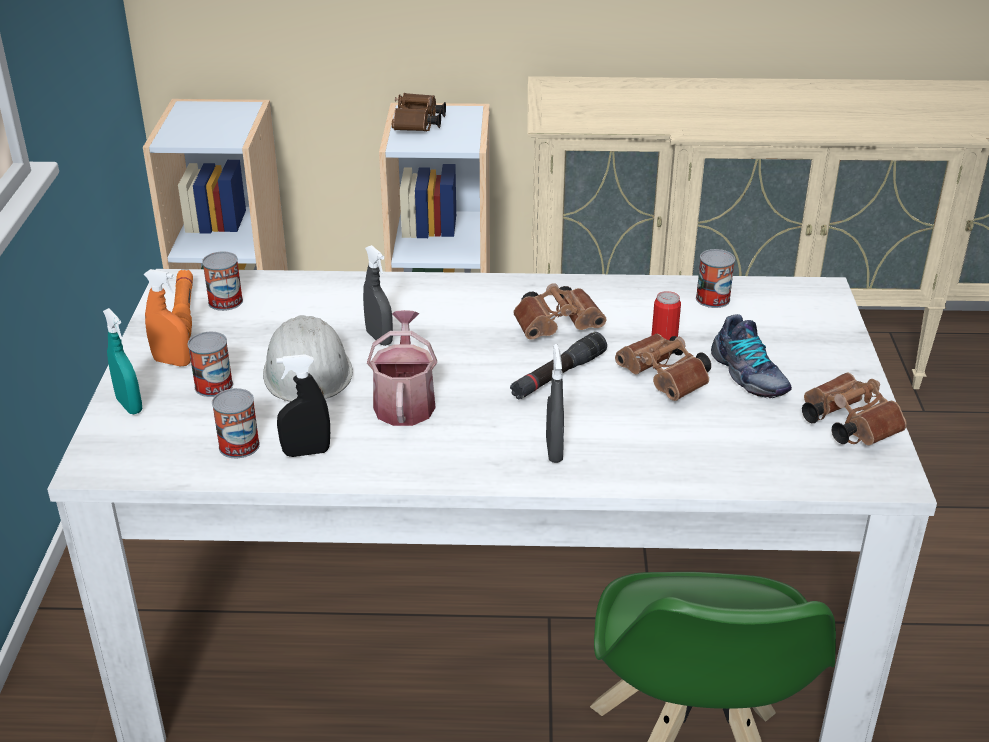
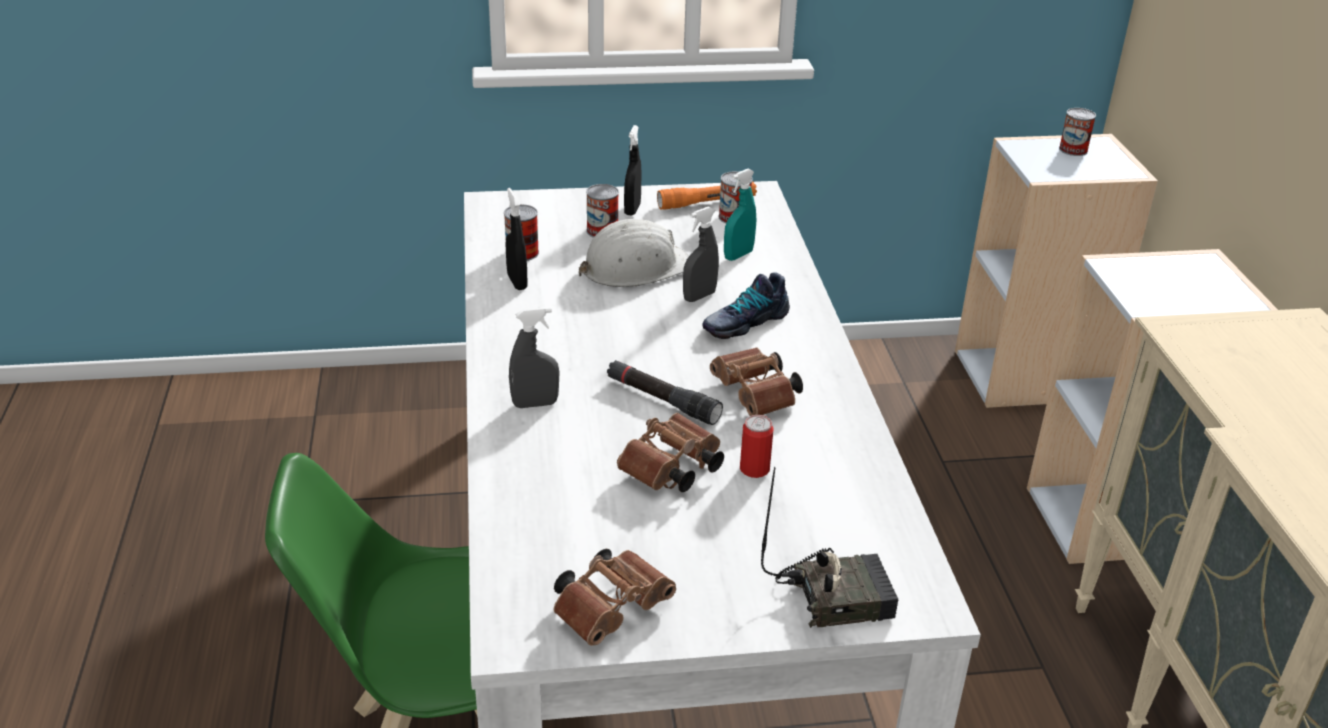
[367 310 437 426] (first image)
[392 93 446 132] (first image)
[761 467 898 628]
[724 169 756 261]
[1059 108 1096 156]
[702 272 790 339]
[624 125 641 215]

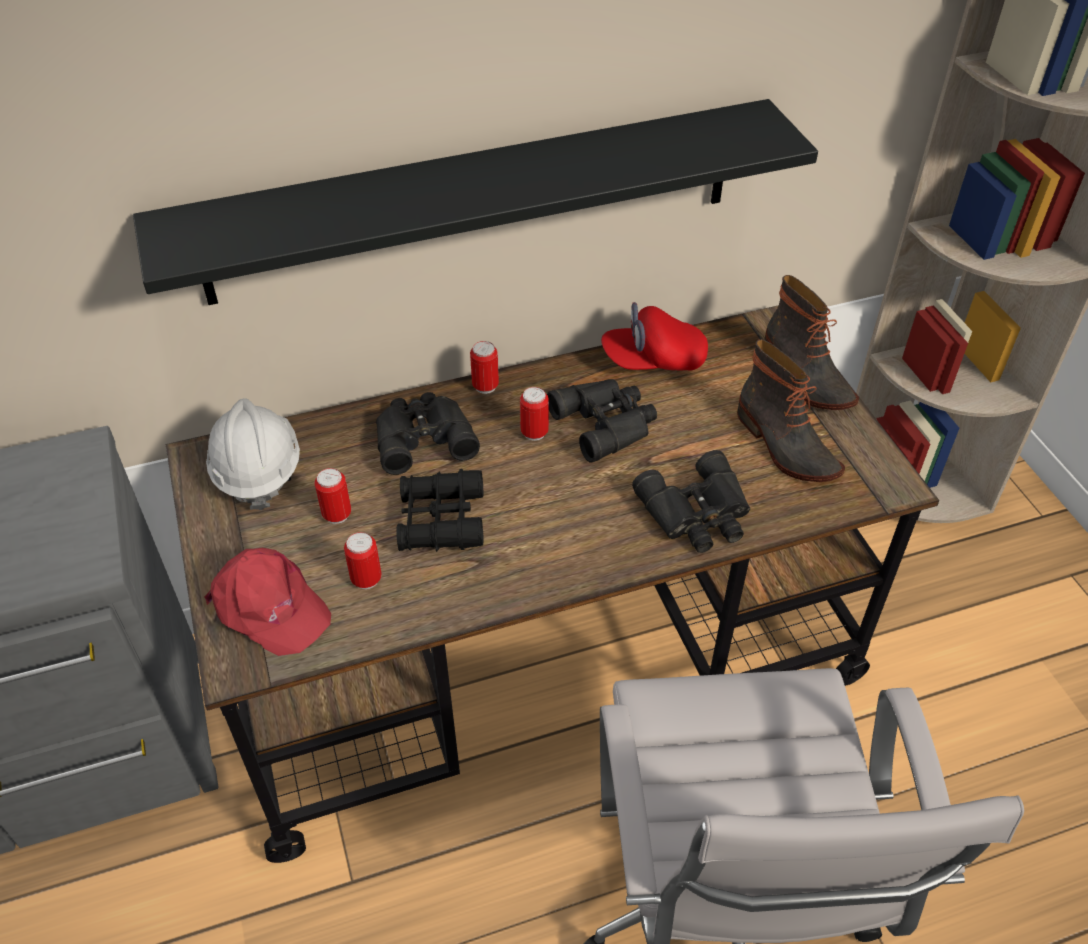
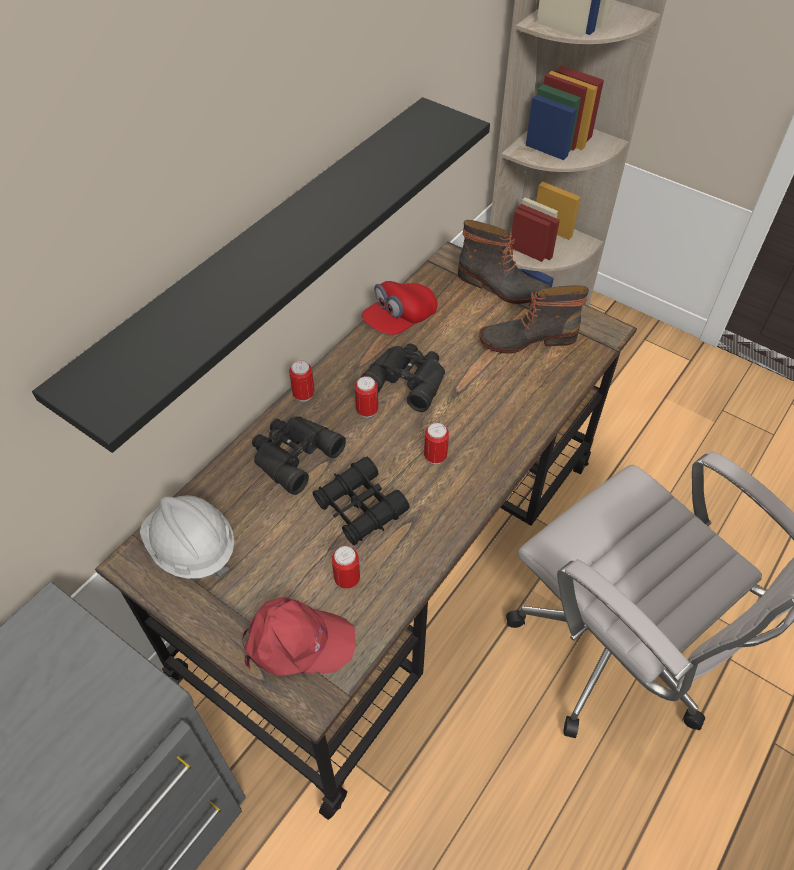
[632 450 750 553] (first image)
[424 422 449 464]
[479 285 589 354]

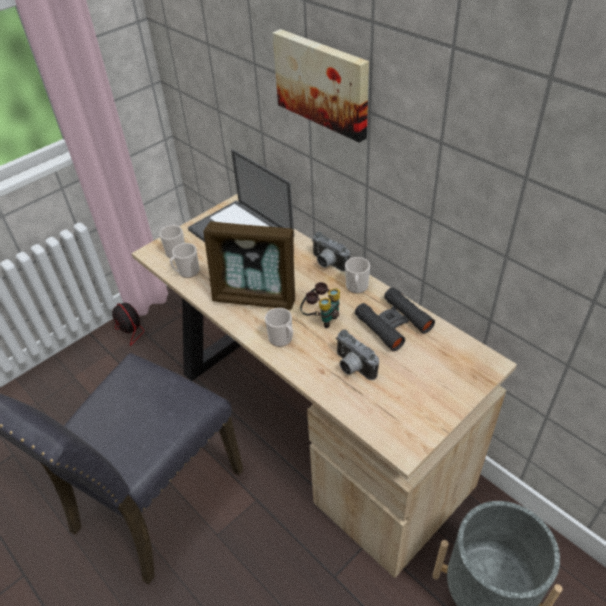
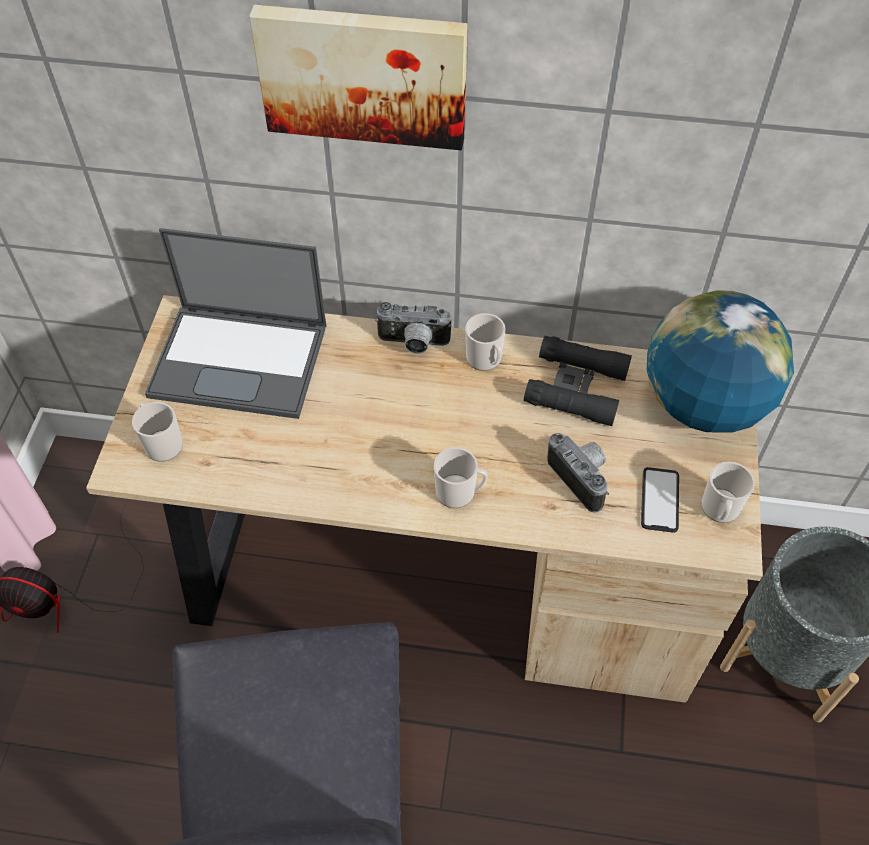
[203 221 295 310] (first image)
[300 282 340 328] (first image)
[641 467 679 533]
[647 290 794 433]
[701 462 755 523]
[547 433 609 513]

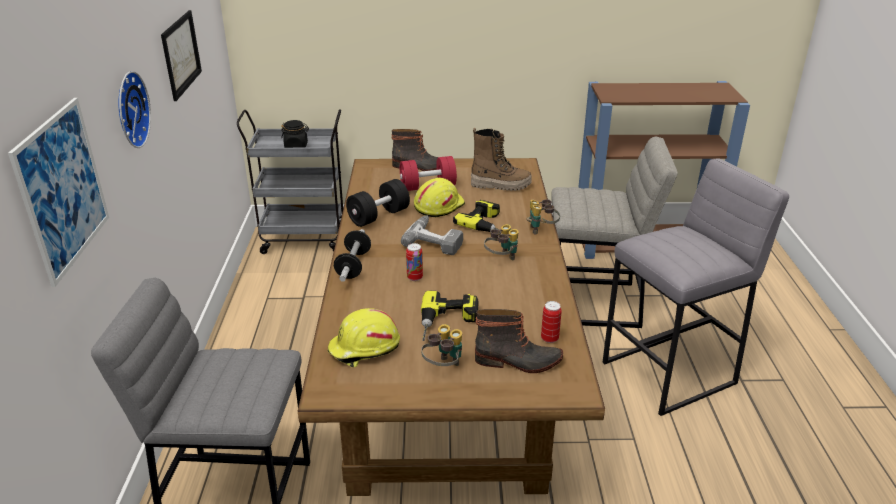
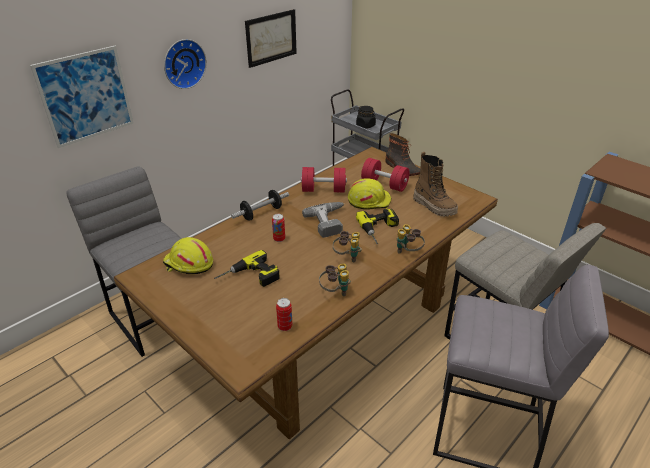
[475 309 563 373] (first image)
[319 263 351 296]
[301 167 347 193]

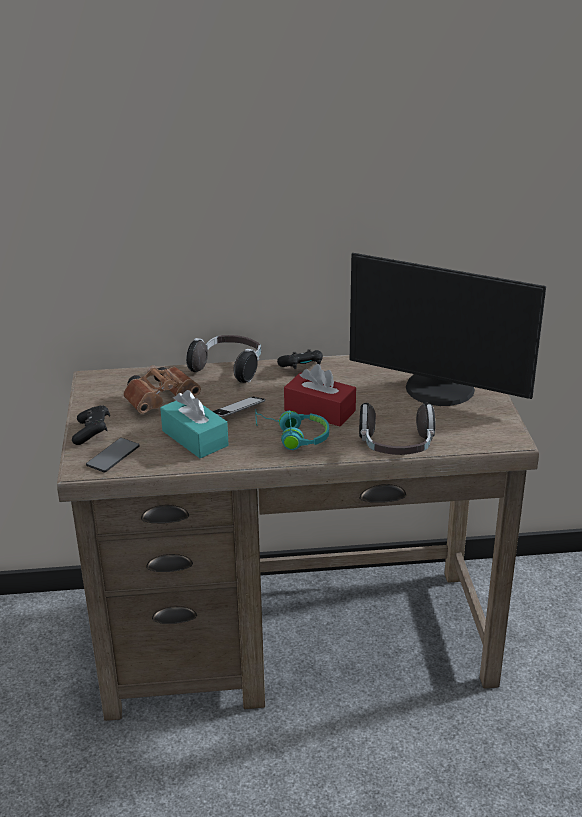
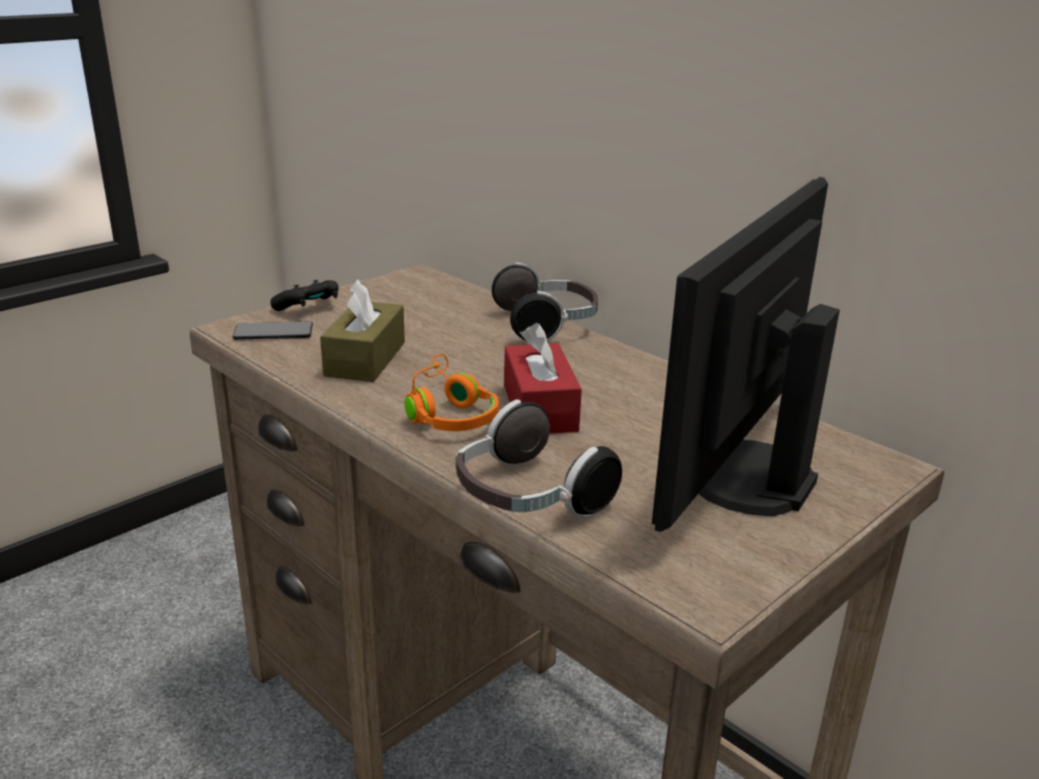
[123 365 201 414] (first image)
[213 397 265 417] (first image)
[277 349 323 369] (first image)
[320 279 405 382]
[405 354 499 431]
[652 177 840 532]

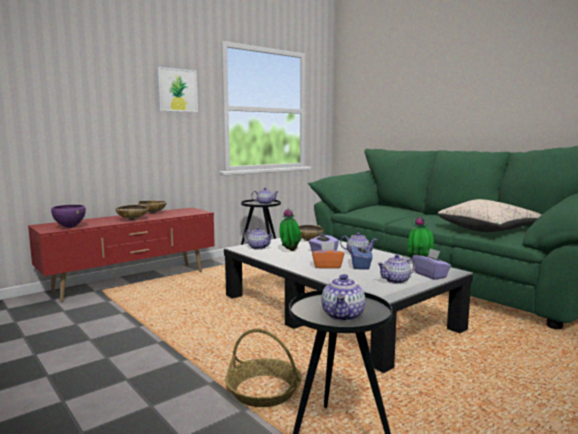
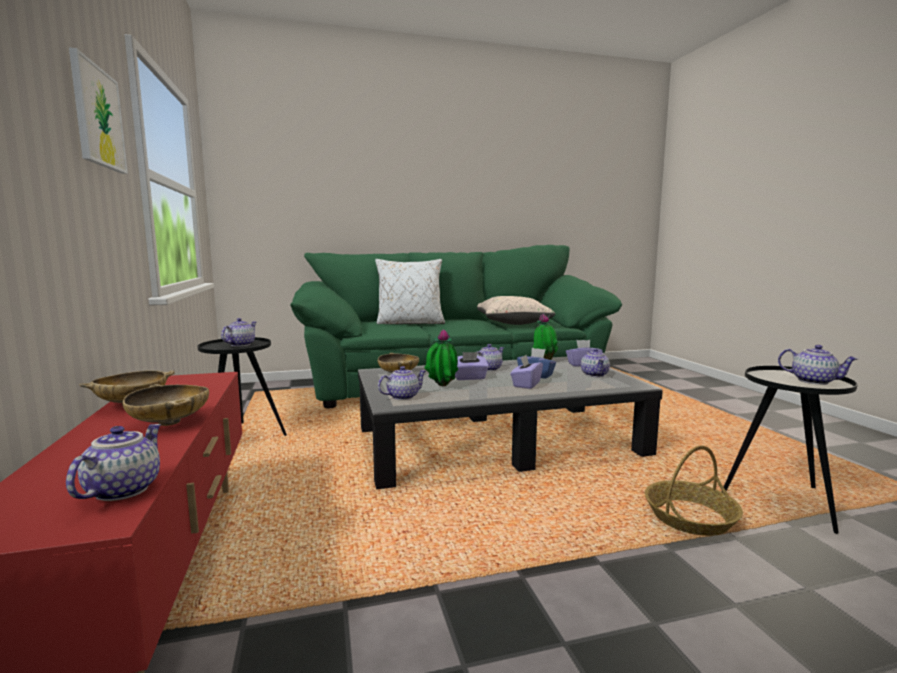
[375 259 445 324]
[66 424 161 501]
[510 354 543 389]

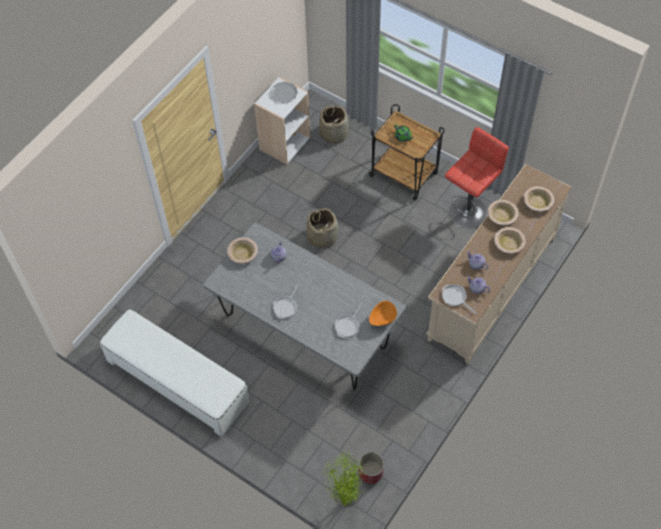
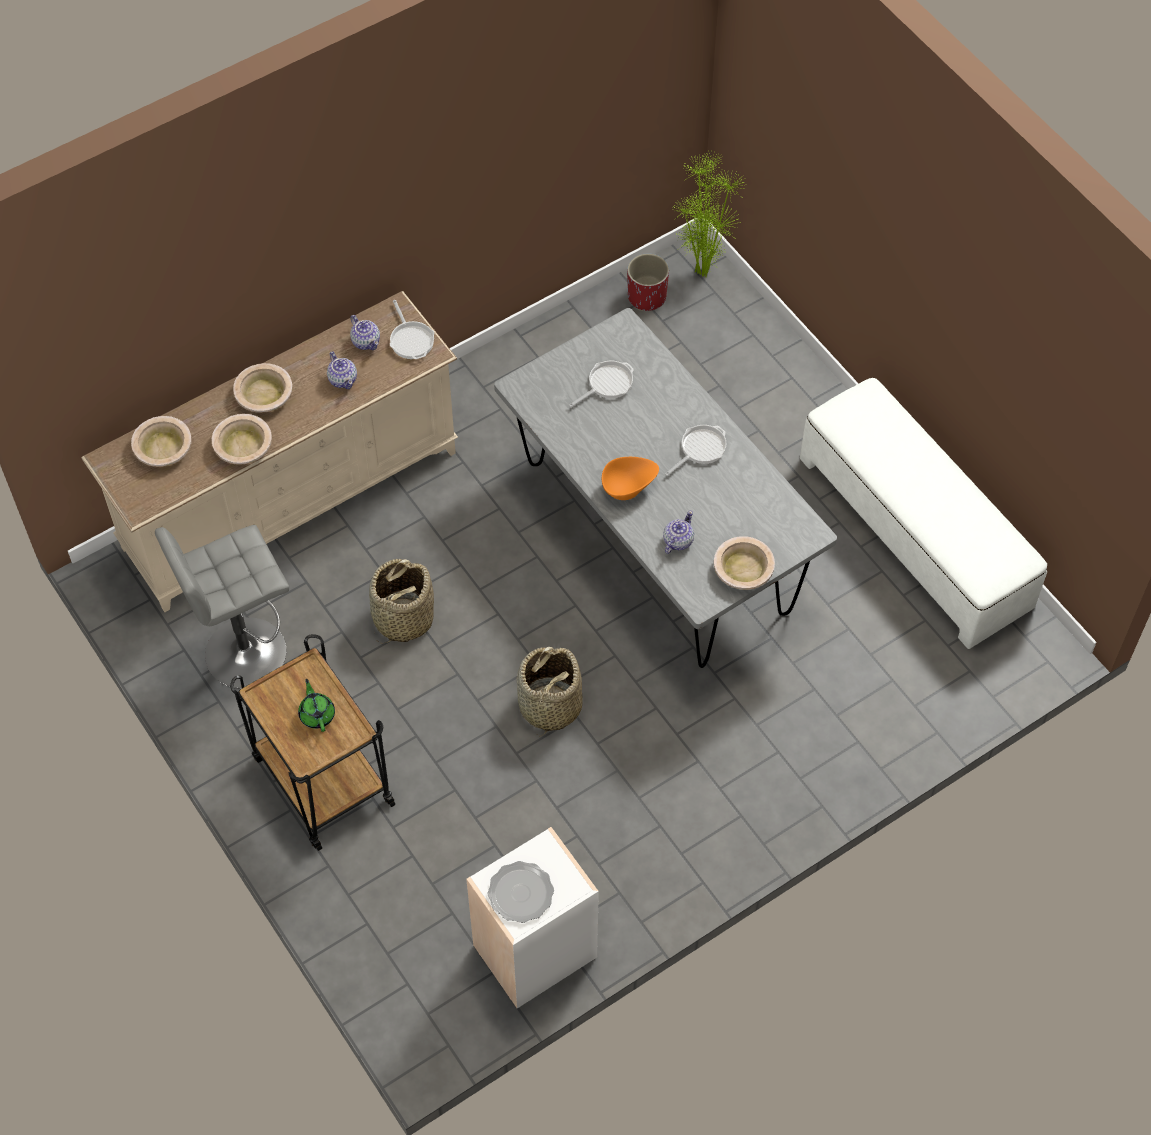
[369 559 434 644]
[602 457 659 500]
[155 525 289 688]

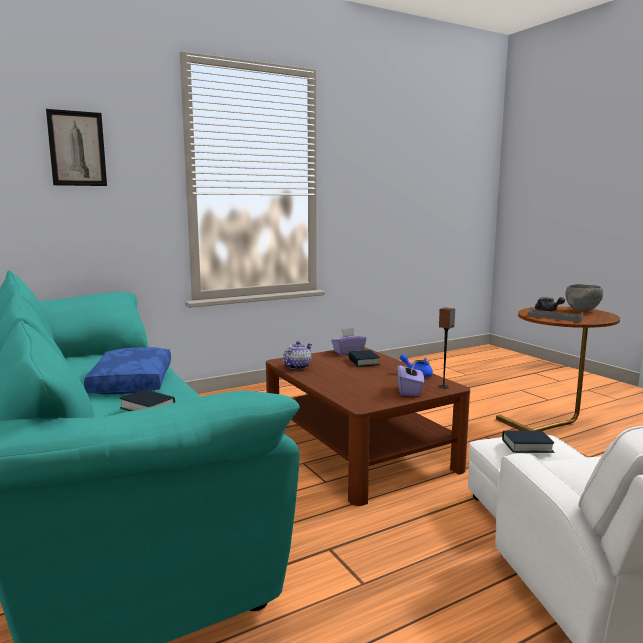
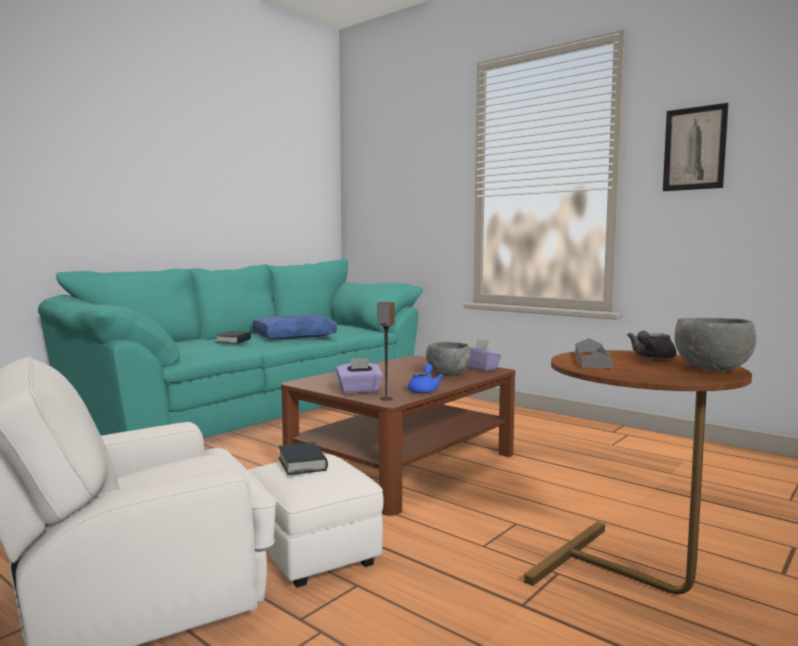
[283 341 312 370] (first image)
[663 103 728 191]
[426 342 470 376]

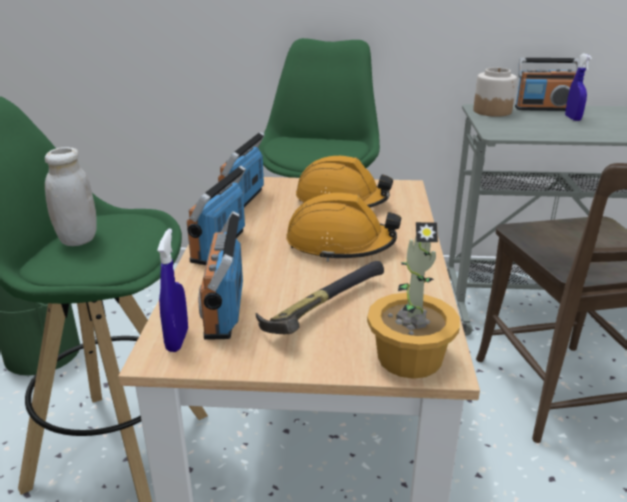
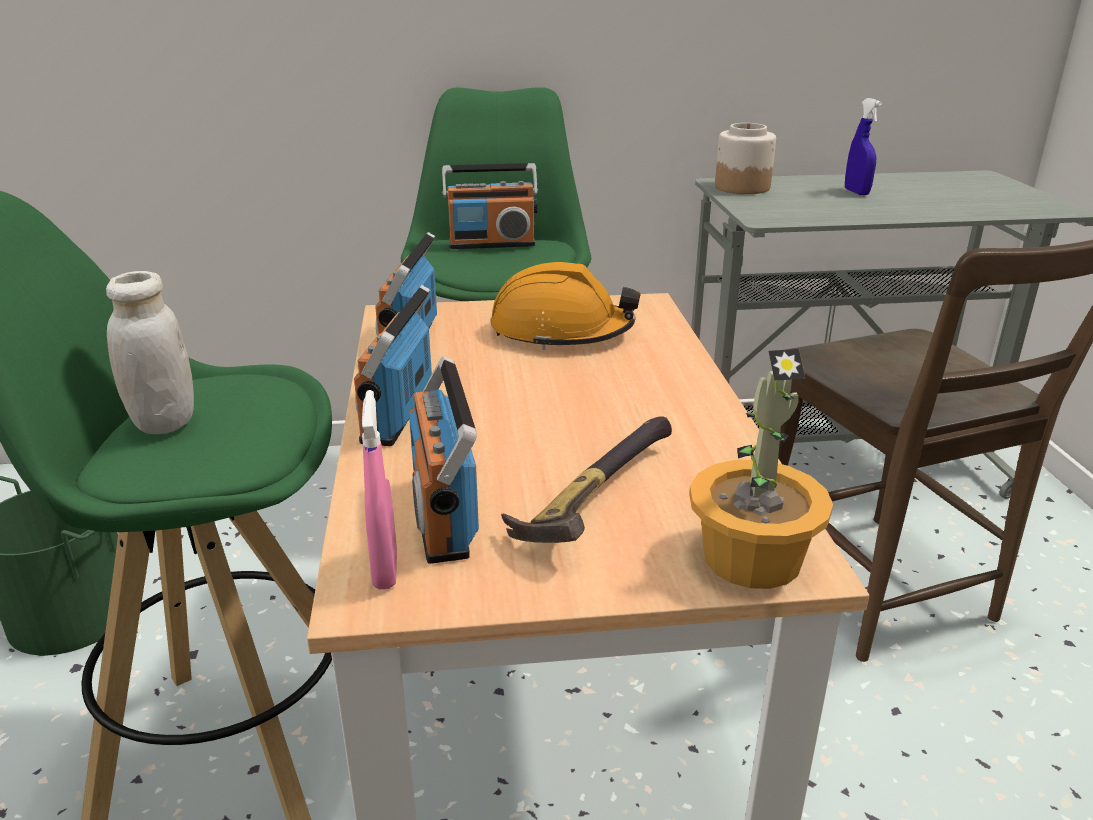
[286 193 401 262] (first image)
[442 163 538 249]
[362 390 397 589]

